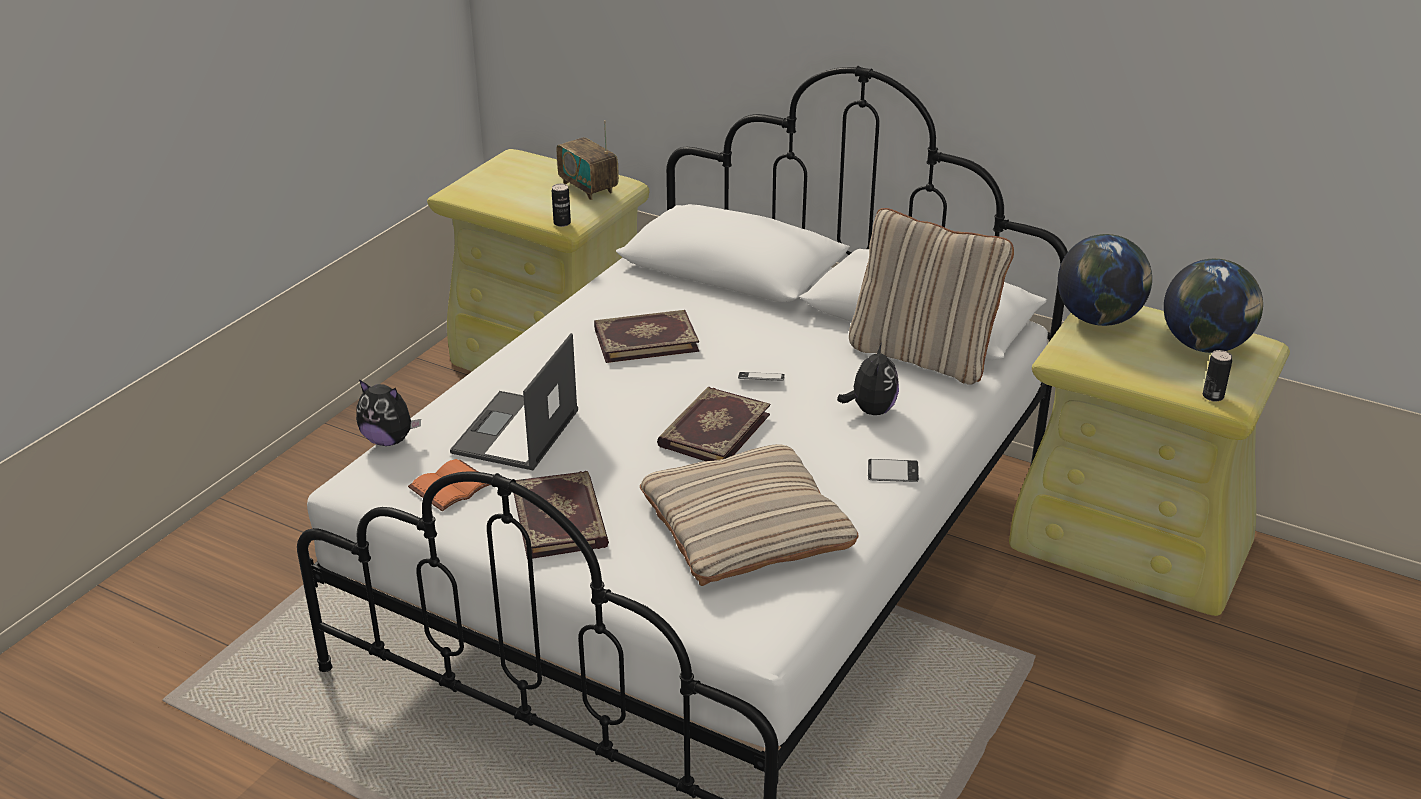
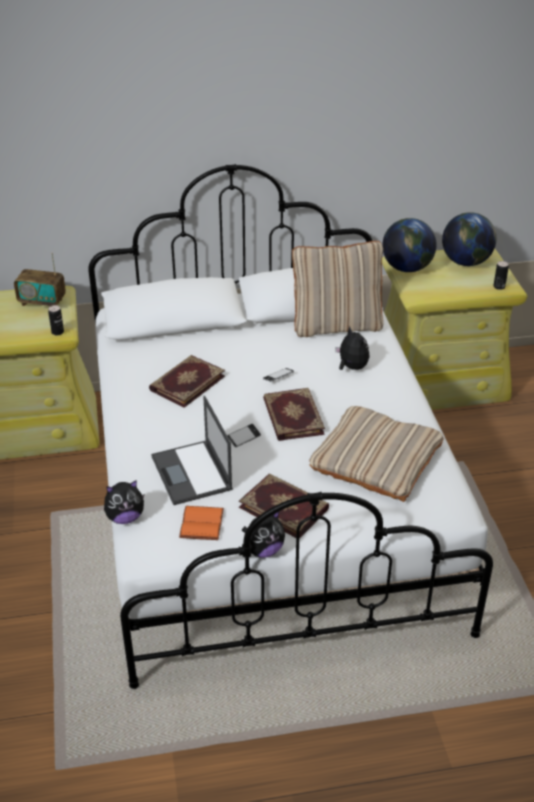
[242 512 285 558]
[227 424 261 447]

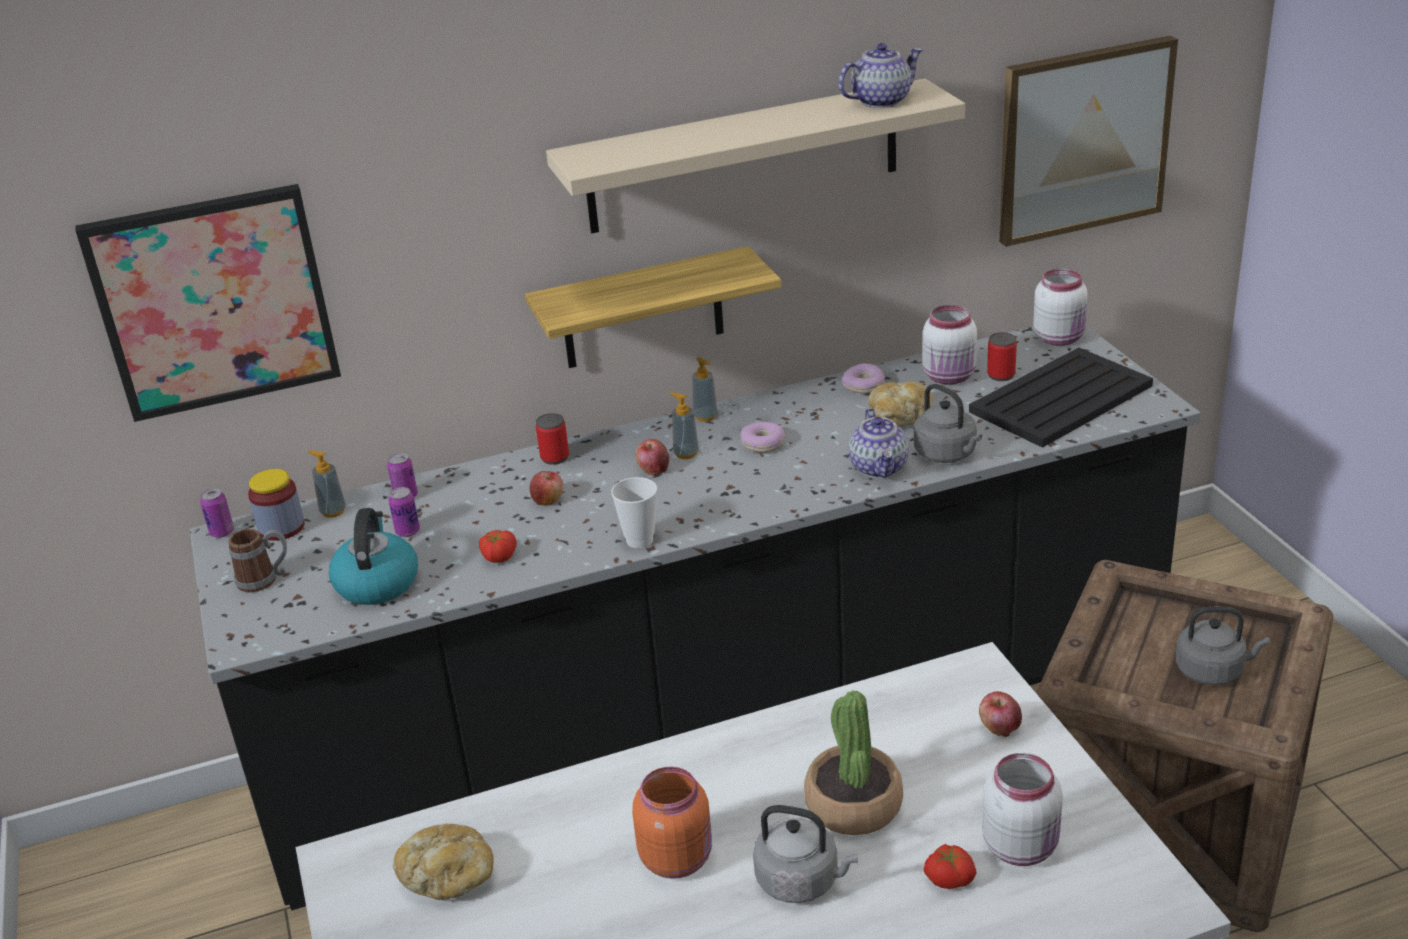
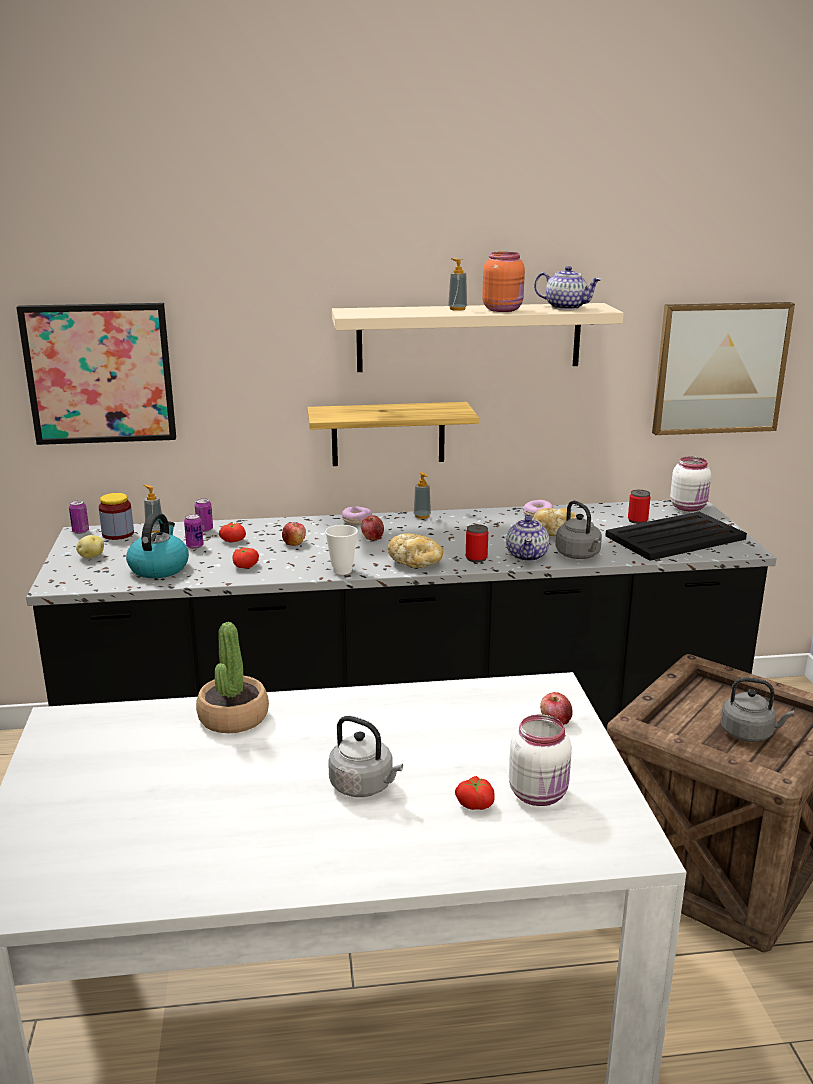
[922 305 977 385] (first image)
[219 523 246 542]
[388 533 443 568]
[466 524 488 562]
[482 252 525 312]
[448 258 467 311]
[342 507 372 524]
[196 622 269 733]
[76 535 104 559]
[534 266 602 310]

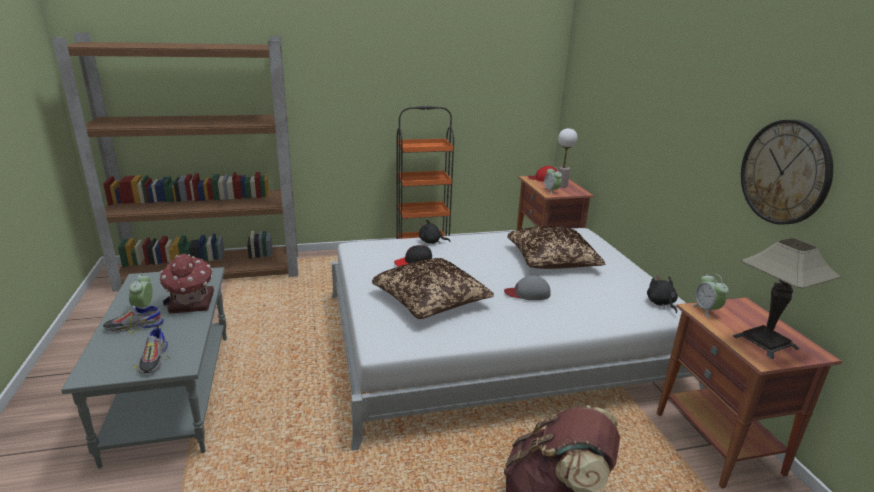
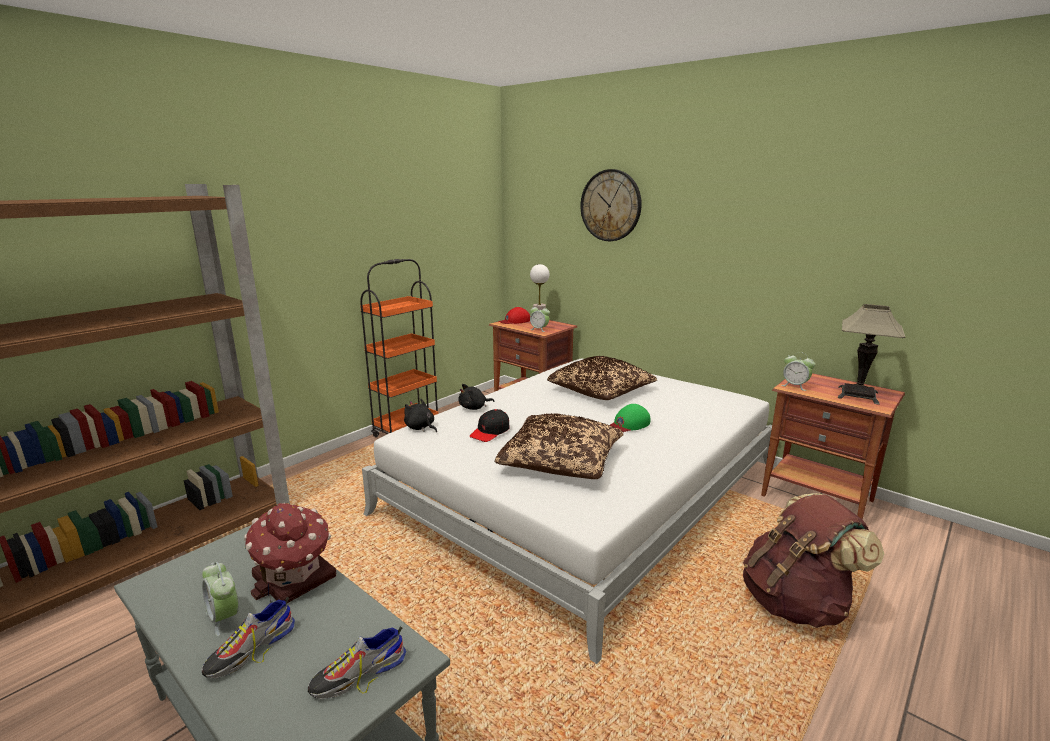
[404 399 437 432]
[580 169 642 241]
[609 404 650 432]
[308 626 406 699]

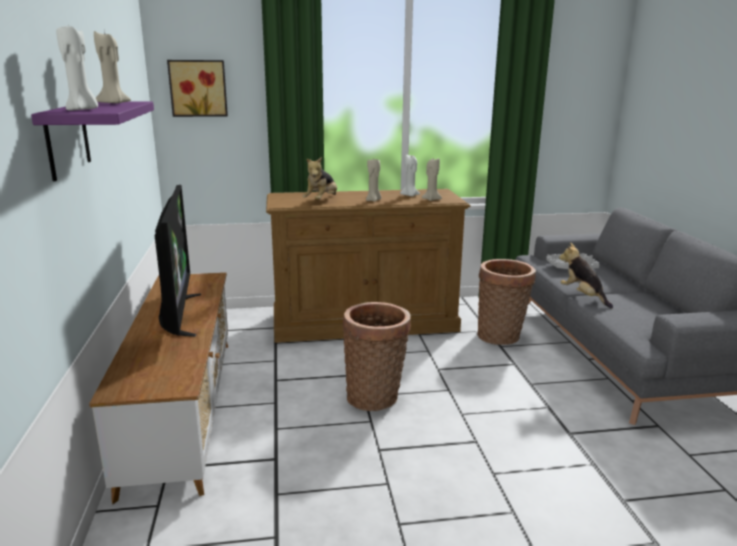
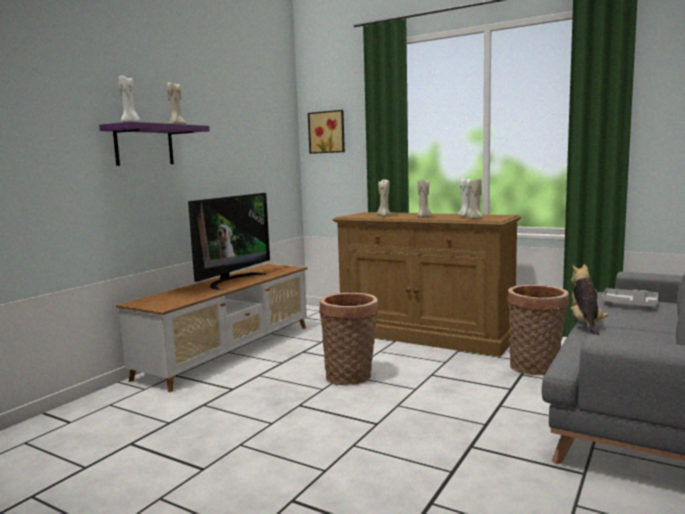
[377 180 391 216]

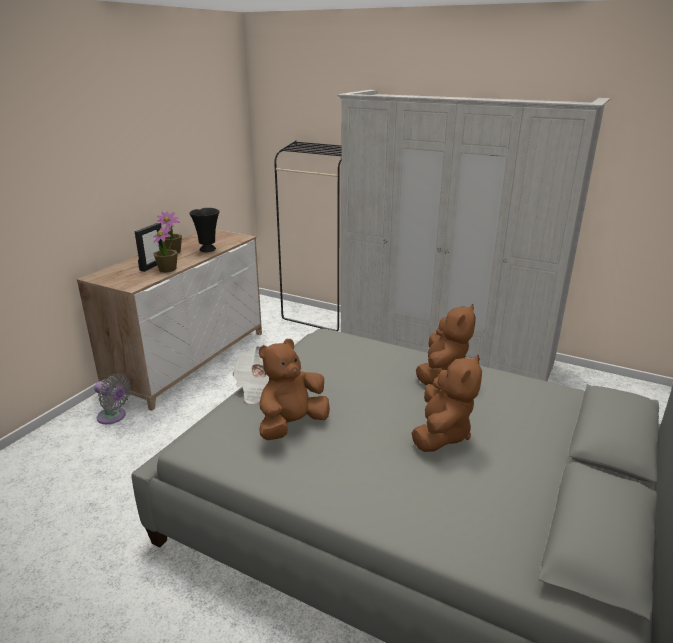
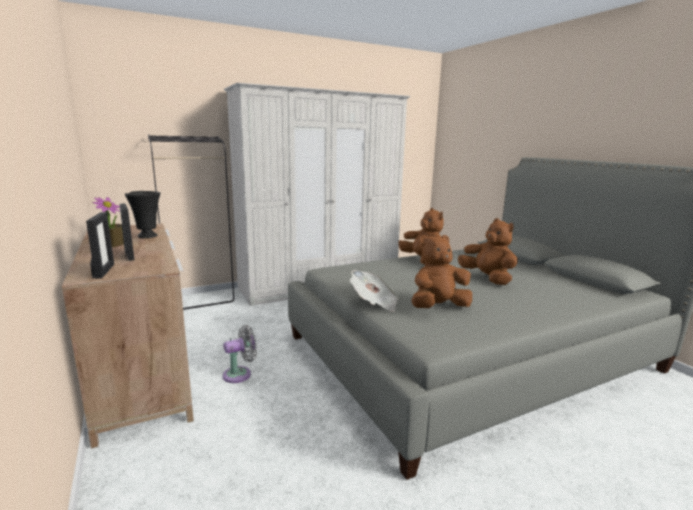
[153 225 178 273] (first image)
[86 212 114 279]
[223 325 257 383]
[412 235 472 308]

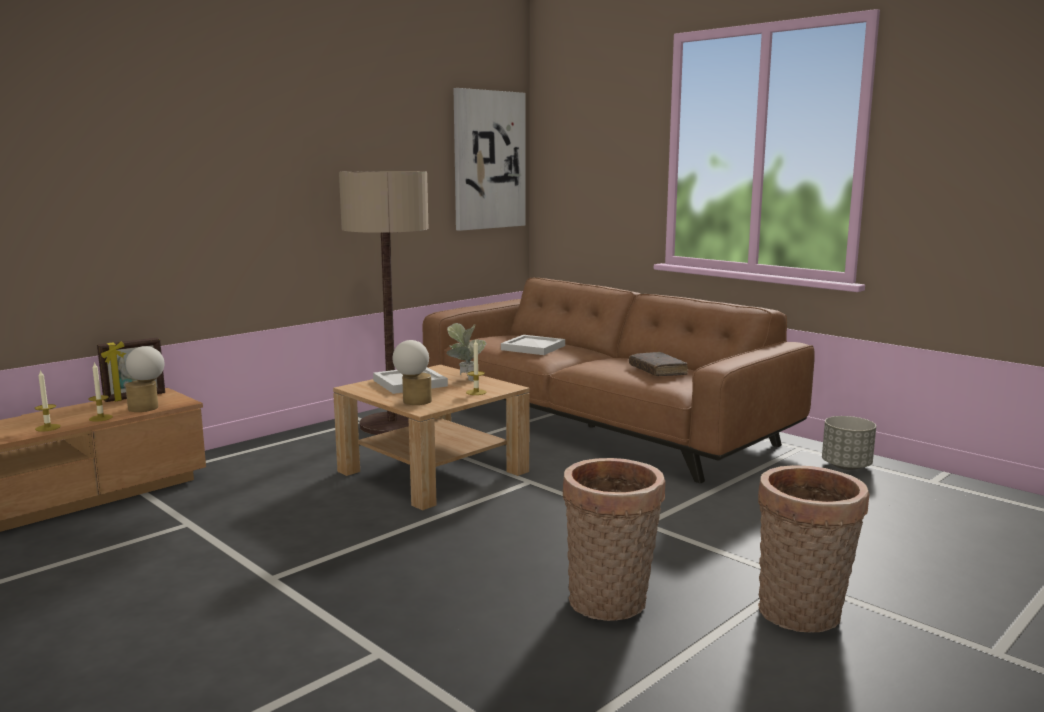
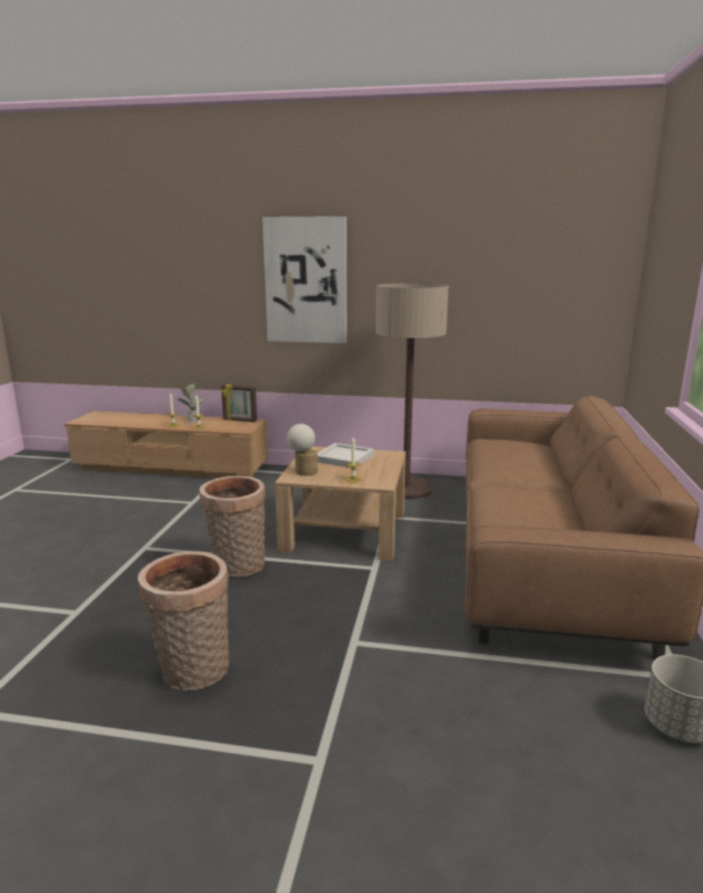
[125 346 164 412] (first image)
[501 335 565 355] (first image)
[629 352 688 376] (first image)
[178 384 207 422]
[262 216 347 343]
[199 476 266 577]

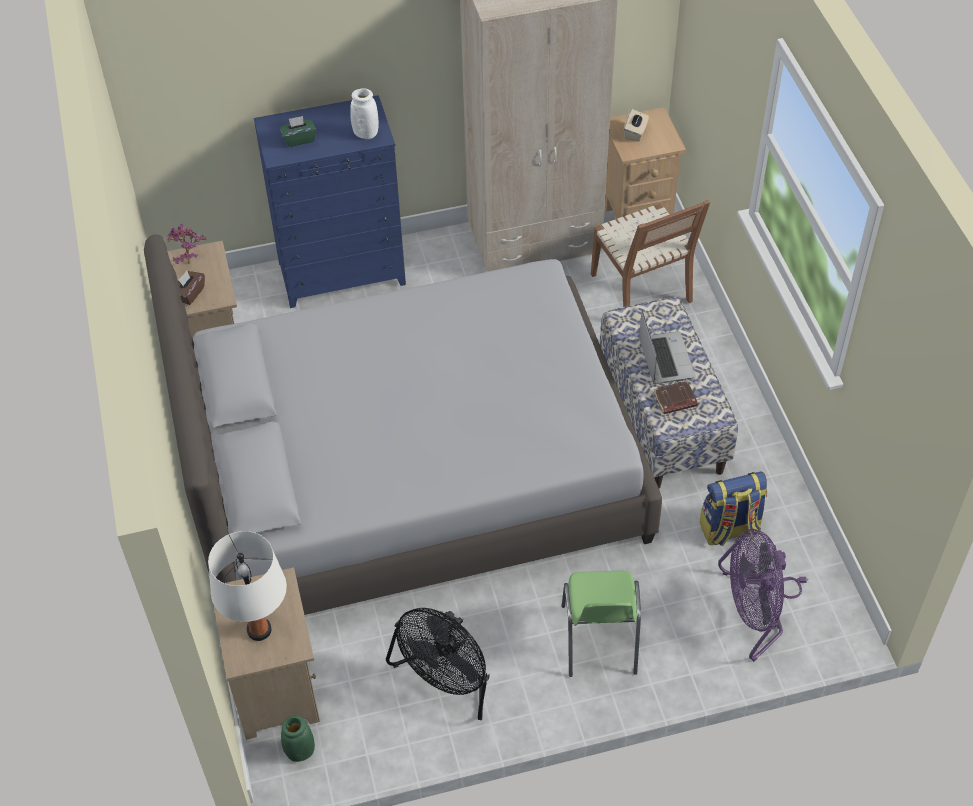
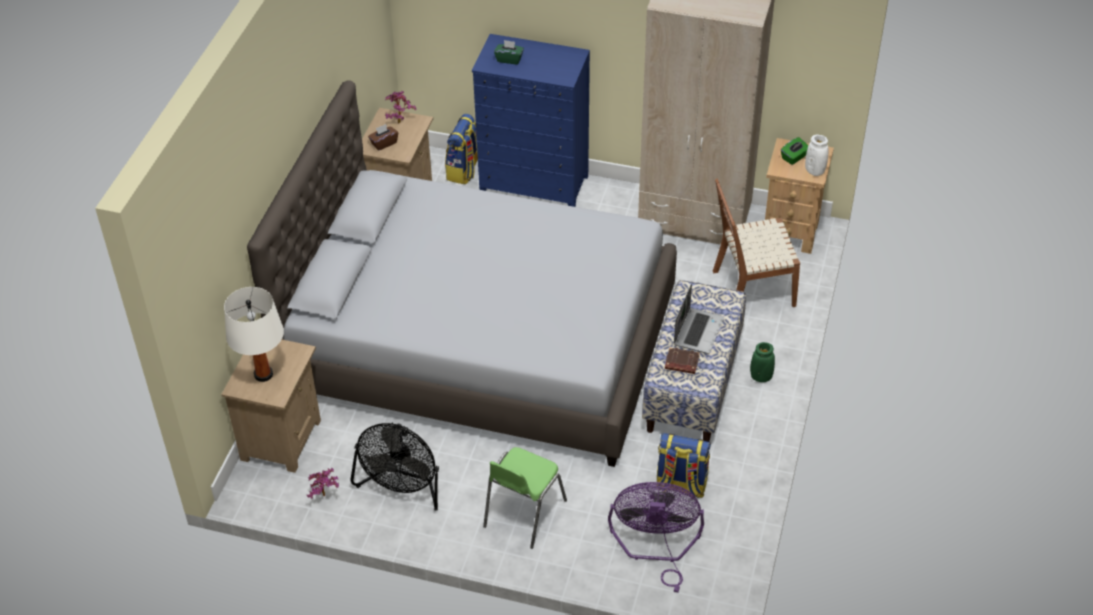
[307 468 339 499]
[445 114 478 184]
[750 342 775 382]
[805 135 829 176]
[781 137 808 165]
[350 422 439 511]
[713 178 800 307]
[608 482 704 593]

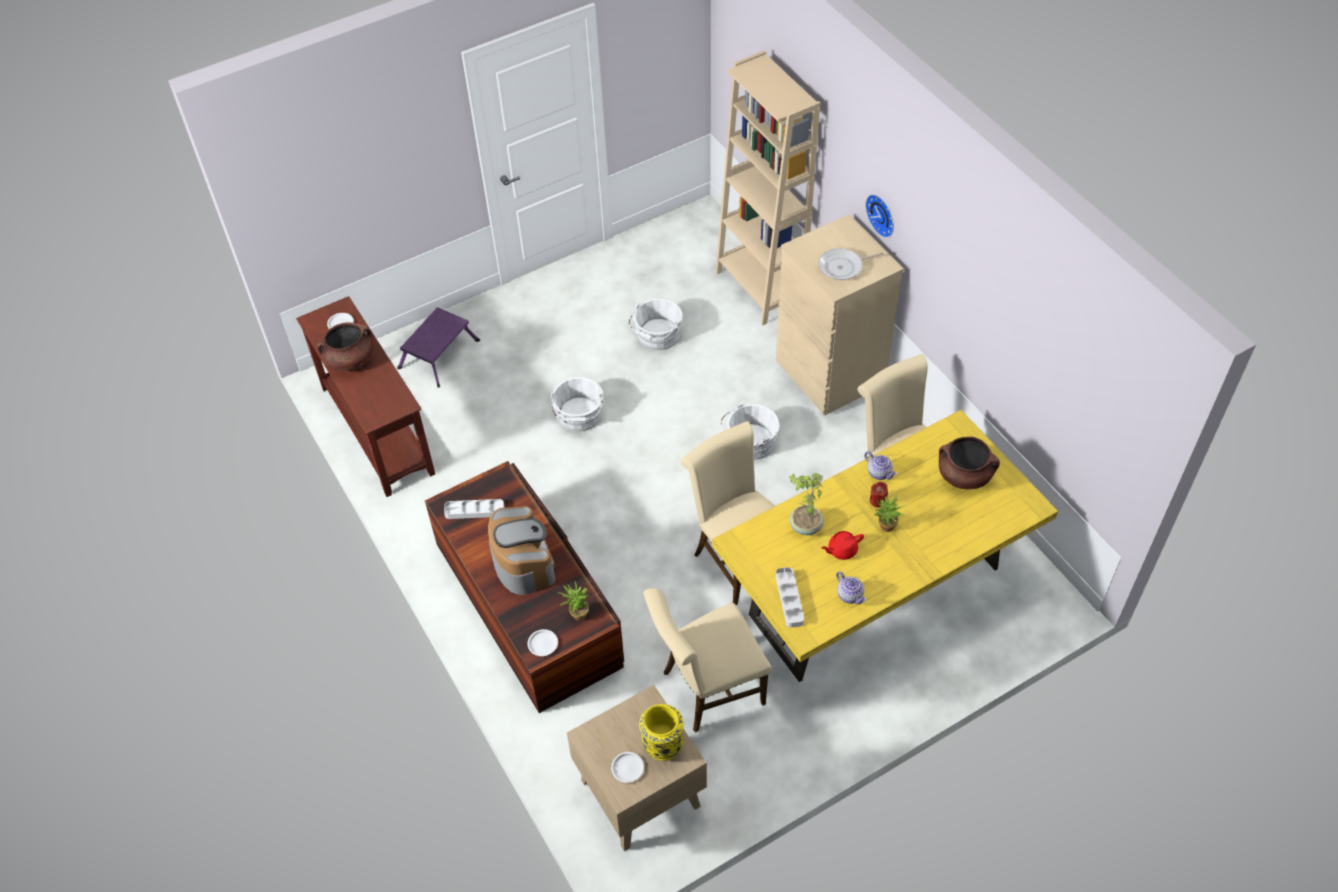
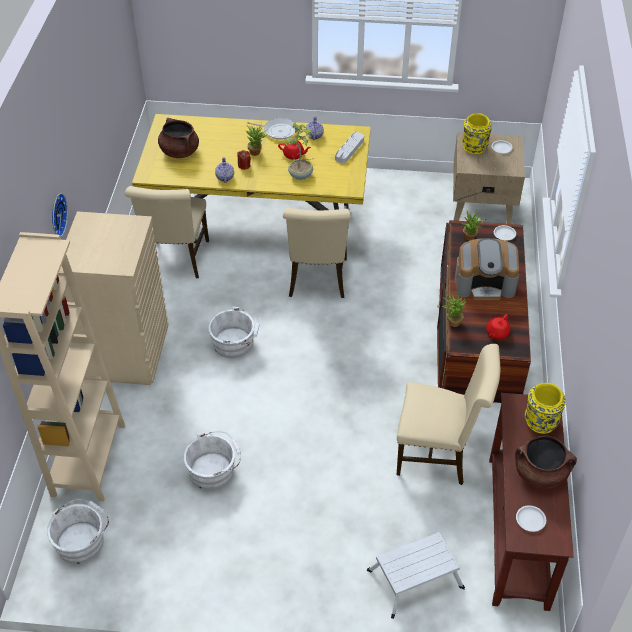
[442 291 466 327]
[525 383 566 434]
[47 499 109 564]
[397 344 500 485]
[247 118 295 140]
[486 314 510 339]
[367 532 465 619]
[455 238 519 300]

